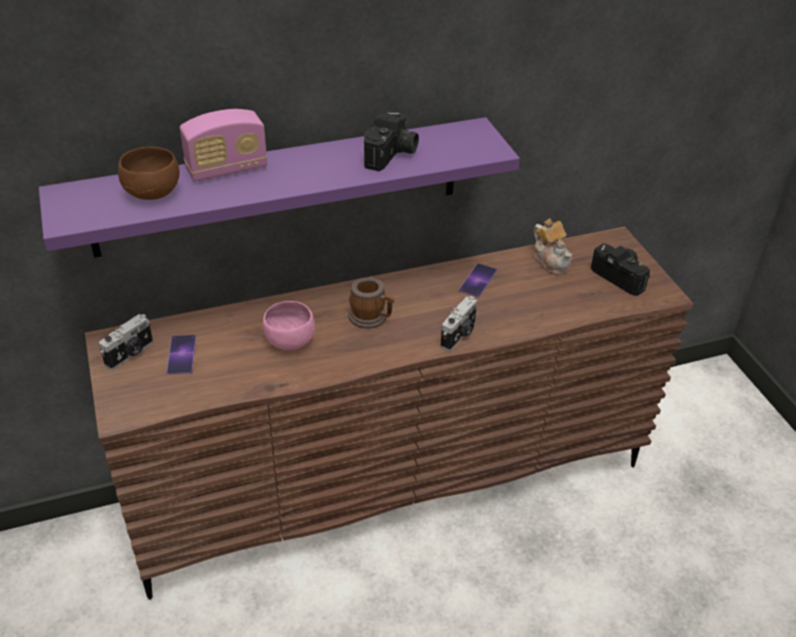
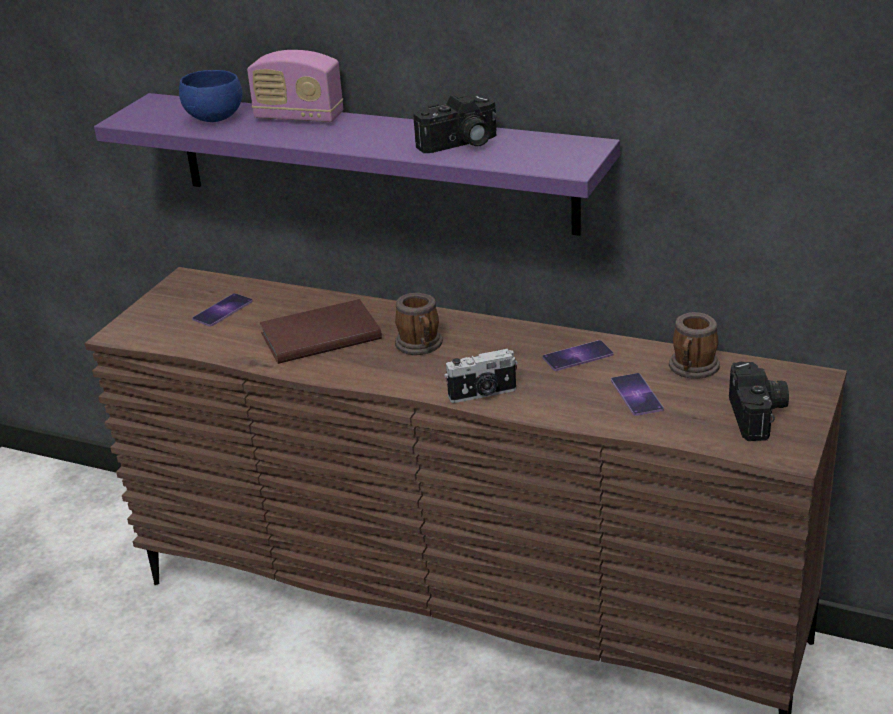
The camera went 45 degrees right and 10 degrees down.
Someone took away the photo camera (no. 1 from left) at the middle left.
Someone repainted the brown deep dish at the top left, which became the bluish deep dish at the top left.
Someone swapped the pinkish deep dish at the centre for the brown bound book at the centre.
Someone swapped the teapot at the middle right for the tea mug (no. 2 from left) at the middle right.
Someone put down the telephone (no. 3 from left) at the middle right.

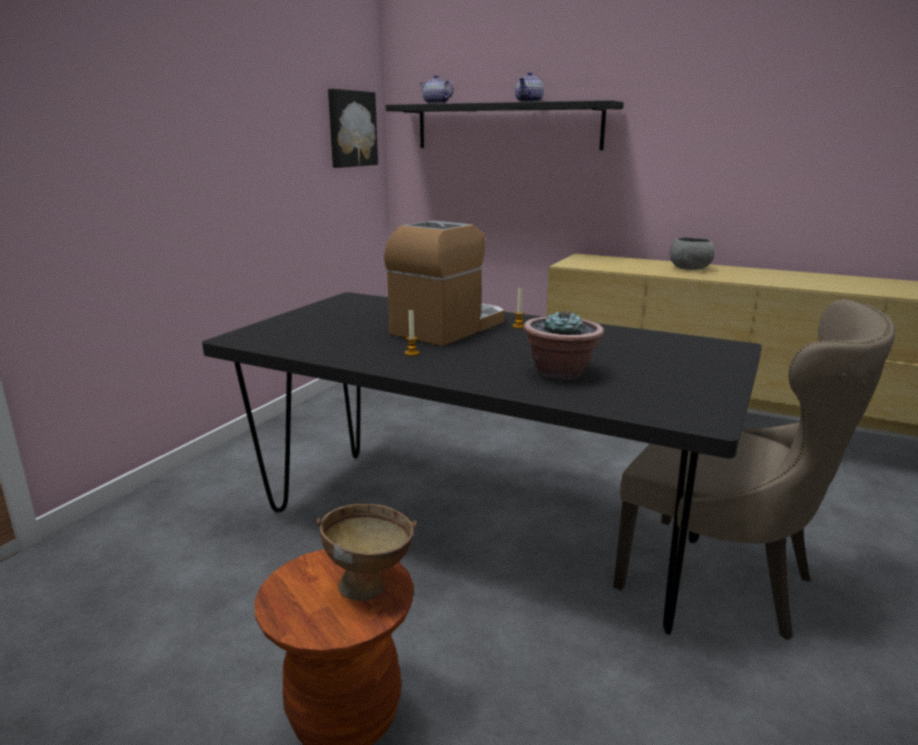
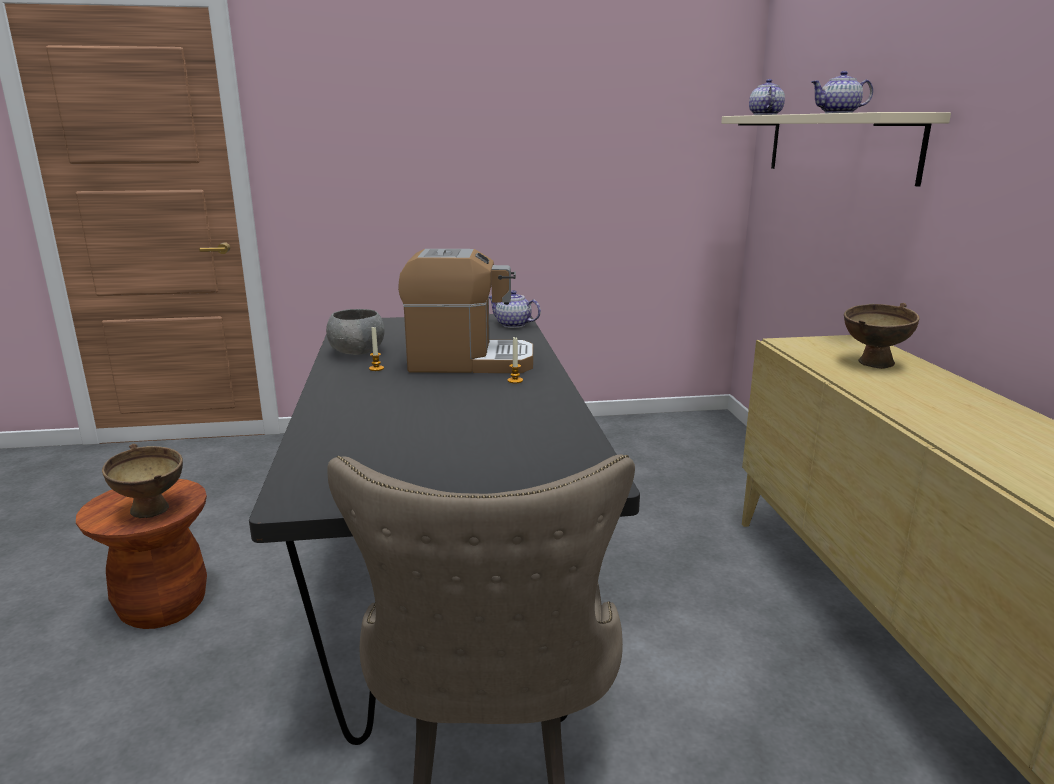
The camera went 55 degrees right and 0 degrees up.
Someone took away the picture at the top centre.
Someone repainted the black shelf at the top centre, which became the sand-coloured shelf at the top right.
Someone took away the houseplant at the centre.
Someone carried the gray deep dish from the middle right to the centre.
Someone put down the teapot (no. 1 from left) at the centre.
Someone put down the brown deep dish (no. 2 from left) at the middle right.

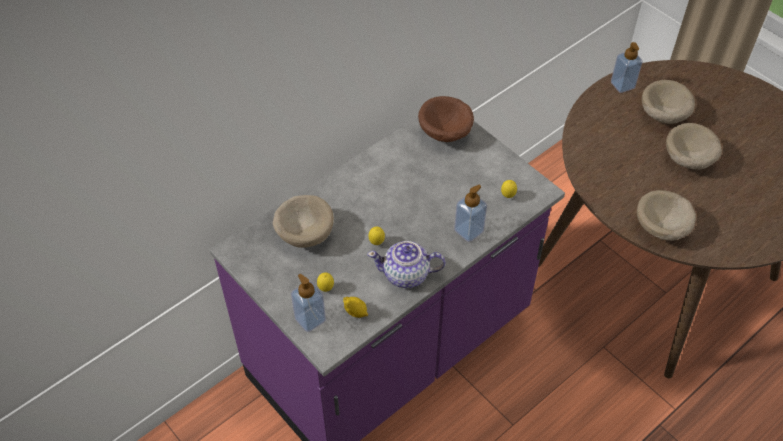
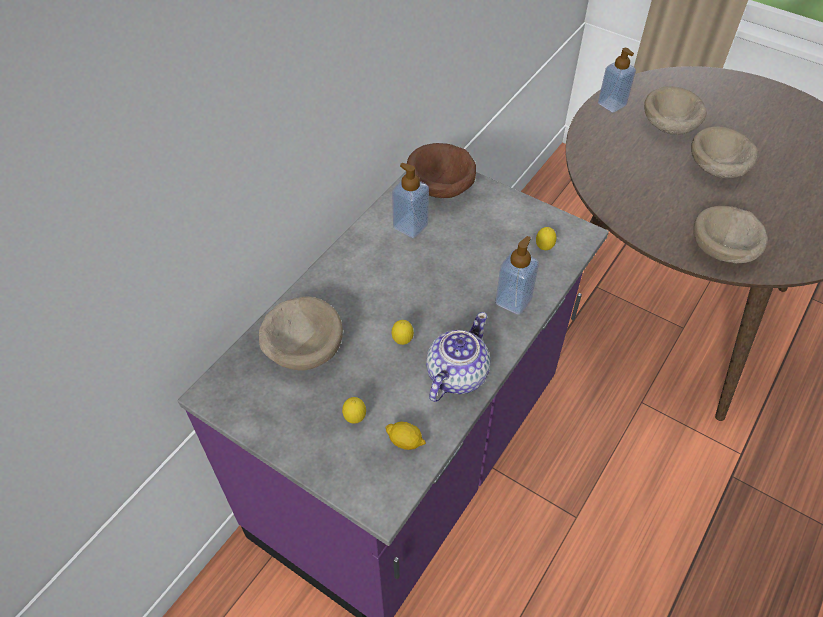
The camera went 15 degrees left and 0 degrees up.
Someone carried the soap bottle (no. 1 from left) from the bottom centre to the top centre.
Someone rotated the teapot at the centre by 135 degrees clockwise.

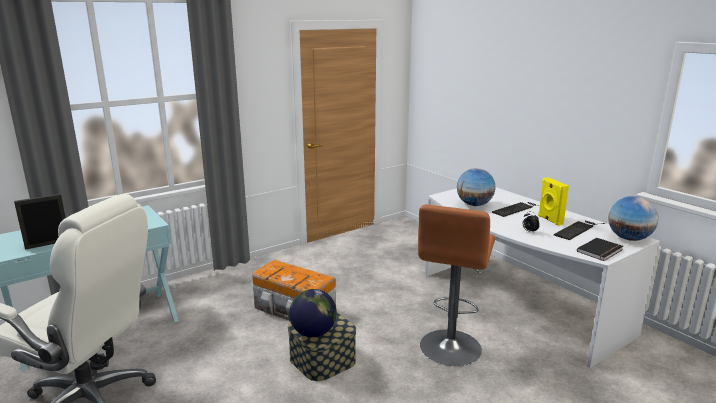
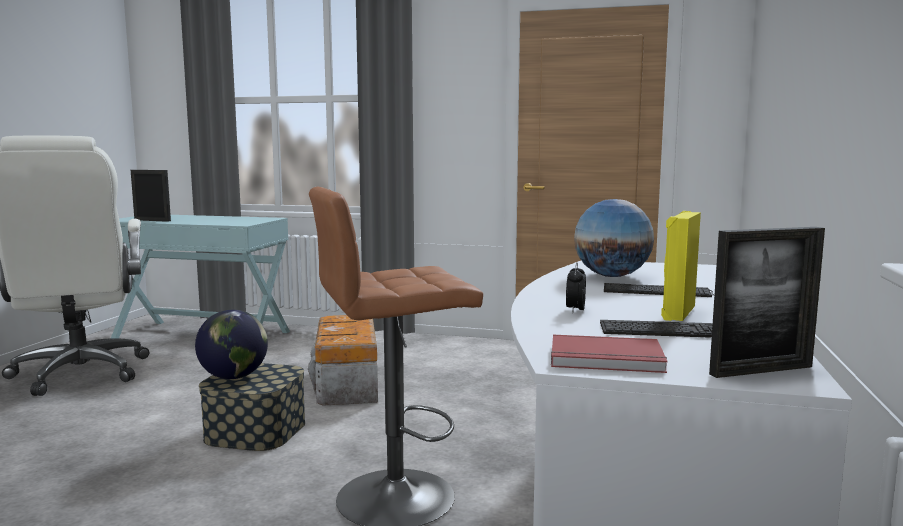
The camera went 50 degrees right and 10 degrees down.
Someone repainted the black bound book at the middle right, which became the red-coloured bound book at the bottom right.
Someone swapped the globe (no. 3 from left) at the middle right for the picture frame (no. 2 from left) at the middle right.

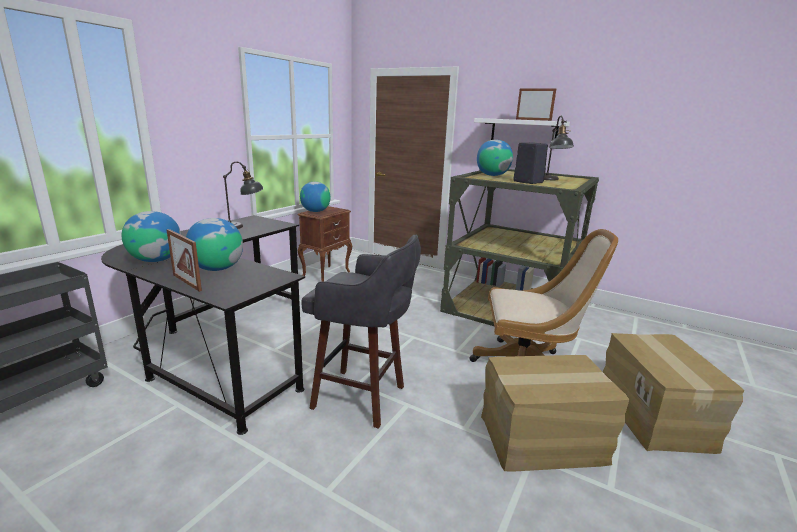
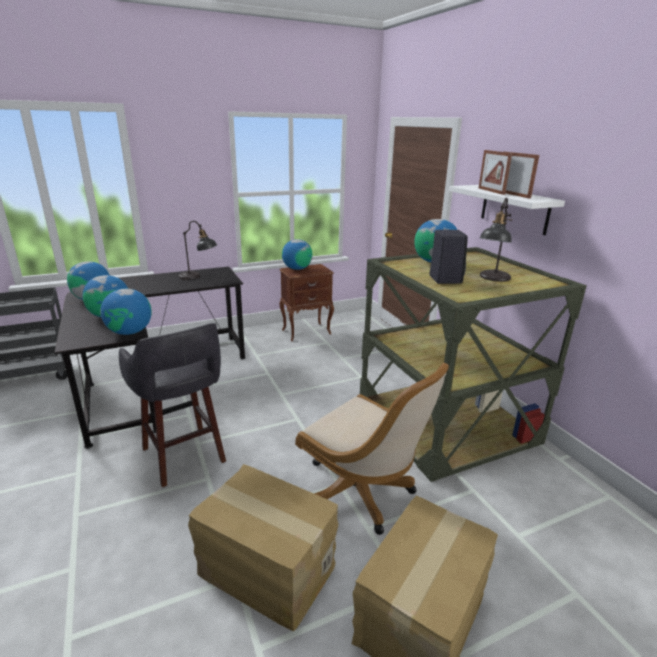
The camera went 35 degrees right and 5 degrees up.
Someone carried the picture frame (no. 1 from left) from the middle left to the top right.
Someone put down the globe (no. 3 from left) at the middle left.

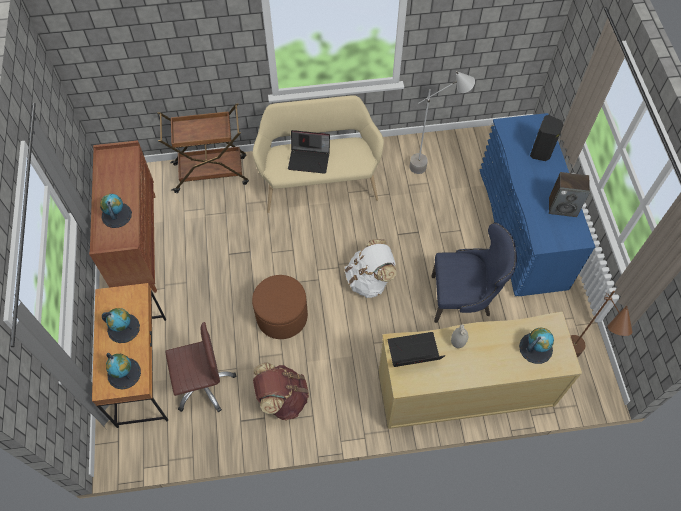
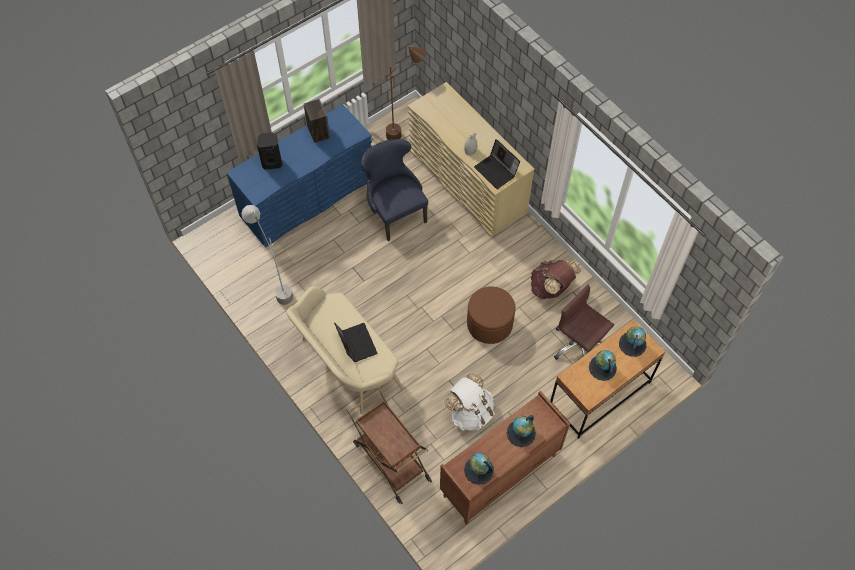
The camera went 120 degrees left and 0 degrees up.
Someone carried the whitish rucksack from the centre to the bottom centre.
Someone carried the globe (no. 4 from left in the first image) from the bottom right to the bottom centre.

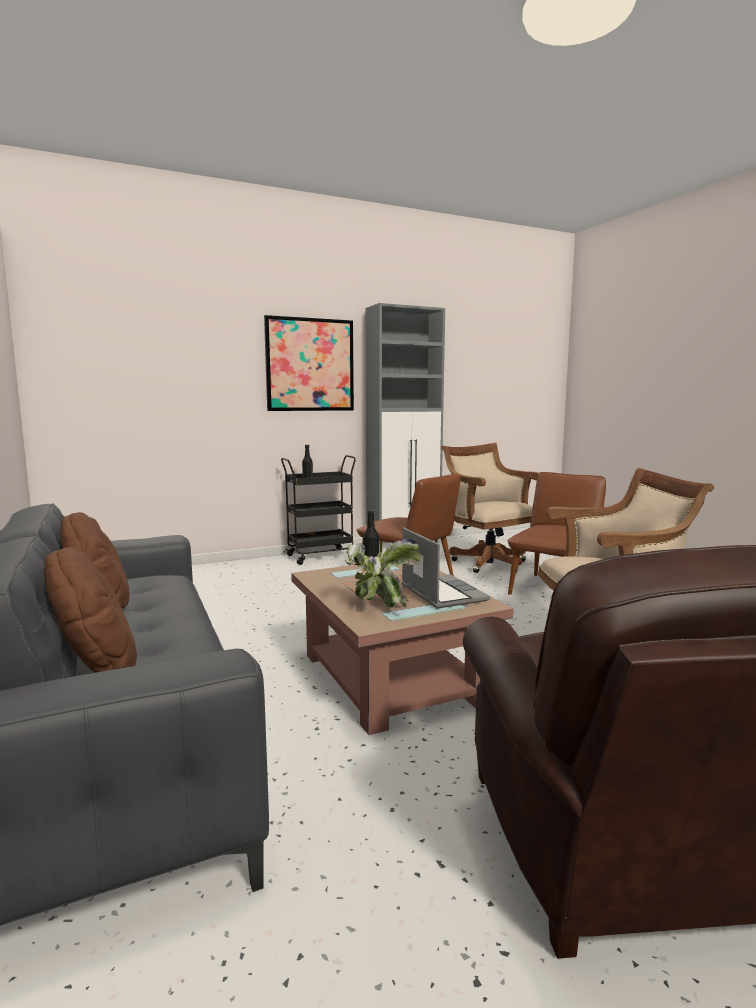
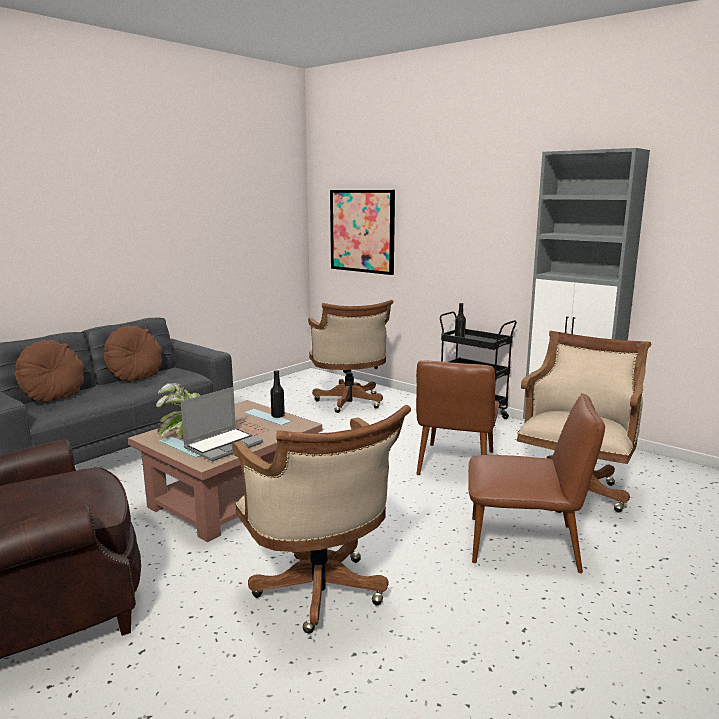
The camera went 65 degrees right and 5 degrees up.
Someone carried the picture from the centre to the top centre.
Someone put down the office chair (no. 2 from left) at the centre.

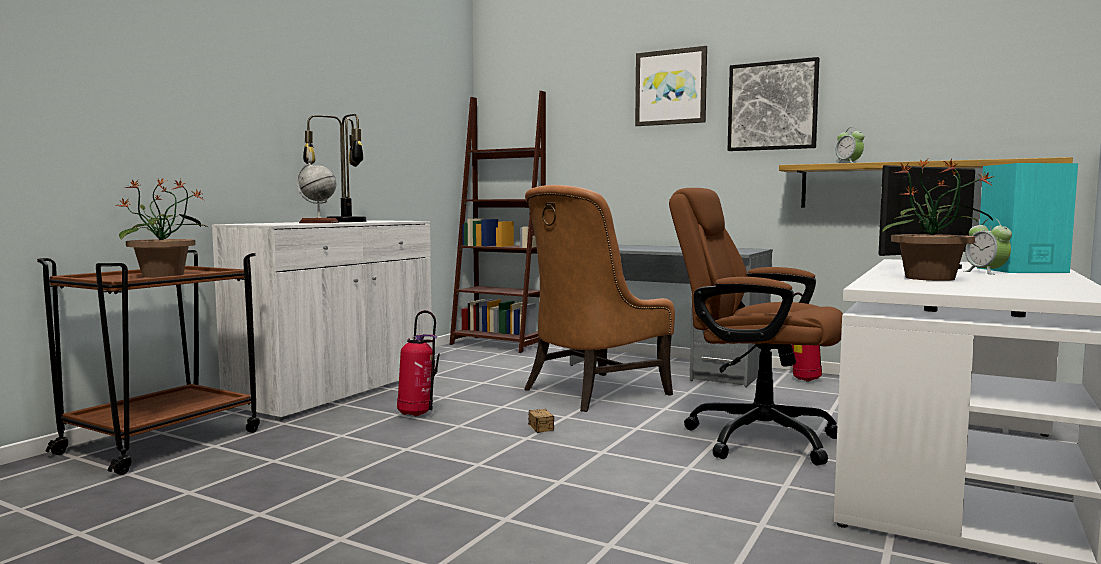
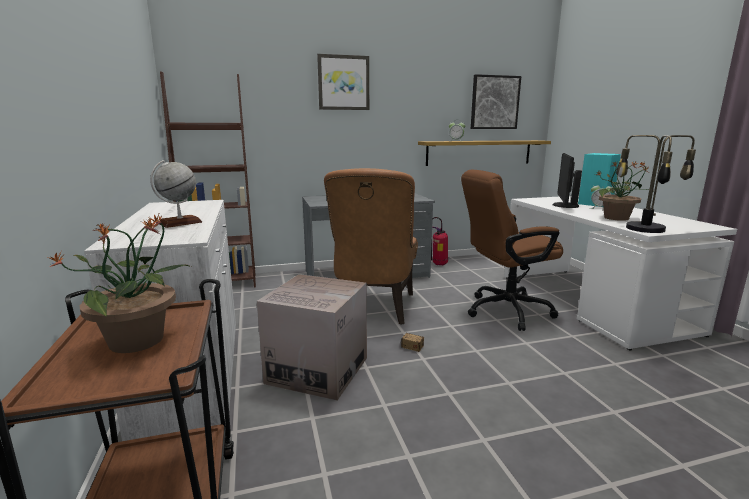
The camera went 45 degrees left and 10 degrees up.
Someone carried the lamp for a table from the top left to the middle right.
Someone swapped the extinguisher (no. 1 from left) at the centre for the carton at the bottom centre.
Someone carried the picture (no. 2 from left) from the top right to the top centre.

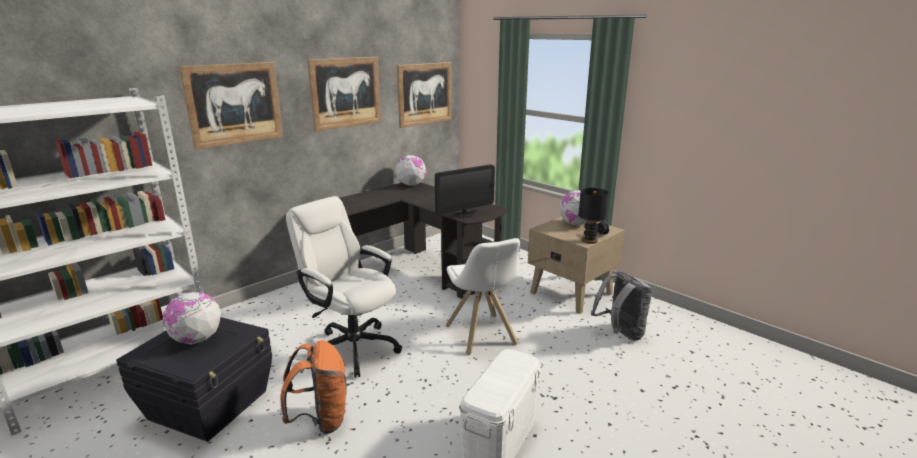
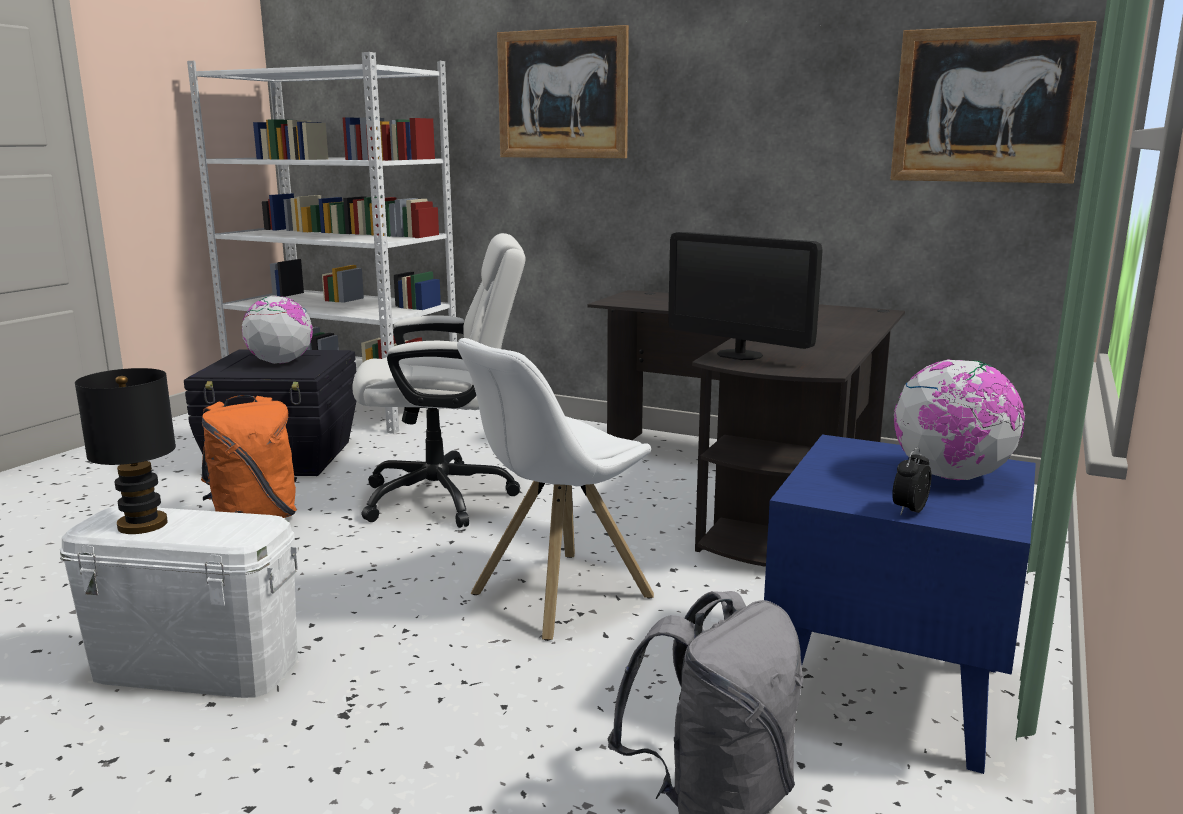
The camera went 70 degrees right and 5 degrees down.
Someone rotated the whitish office chair at the centre by 60 degrees clockwise.
Someone took away the picture (no. 2 from left) at the top centre.
Someone took away the globe (no. 2 from left) at the centre.
Someone repainted the sand-coloured bedside table at the centre, which became the bluish bedside table at the bottom right.
Someone carried the black lamp for a table from the centre to the middle left.

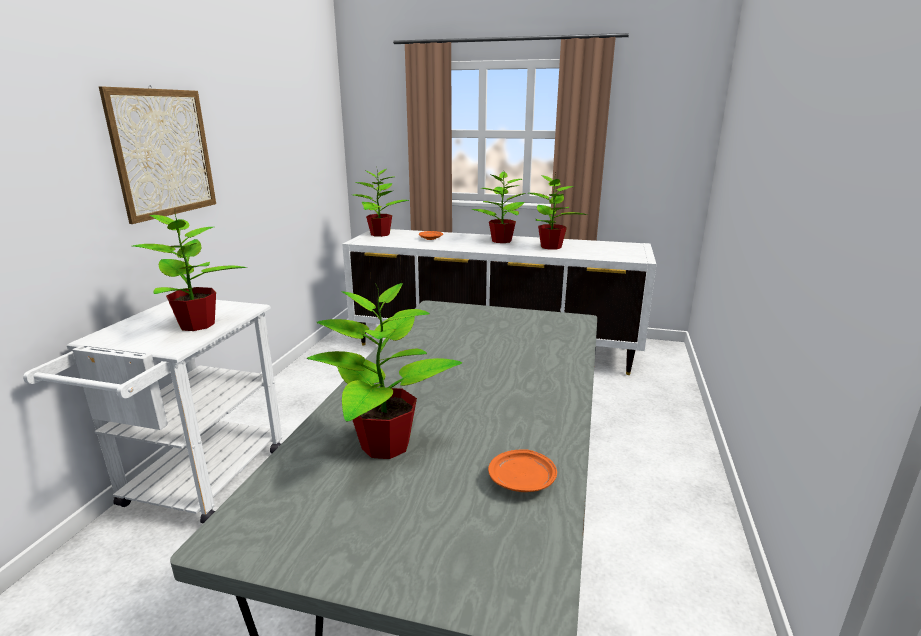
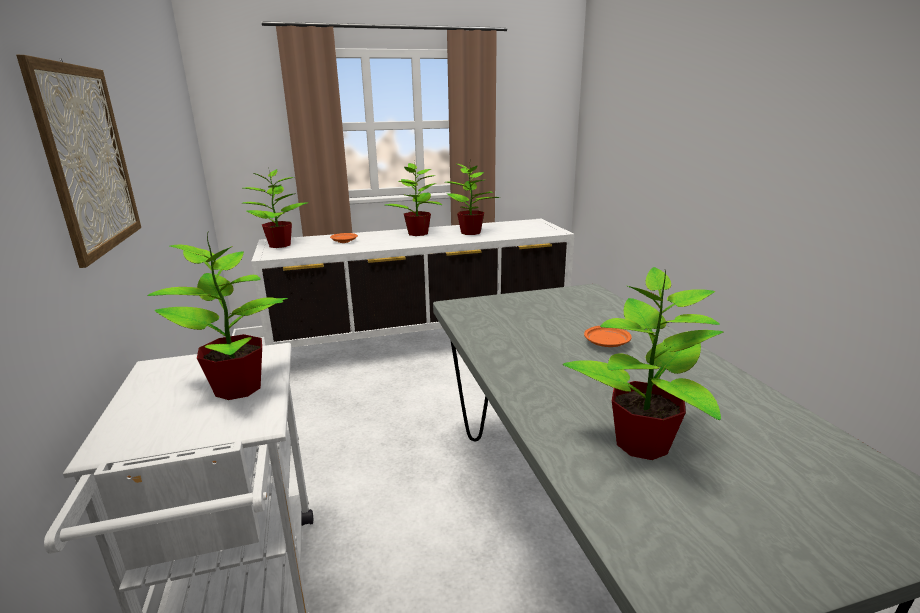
The camera went 30 degrees left and 0 degrees up.
Someone carried the orangey plate (no. 2 from left) from the bottom centre to the centre.

